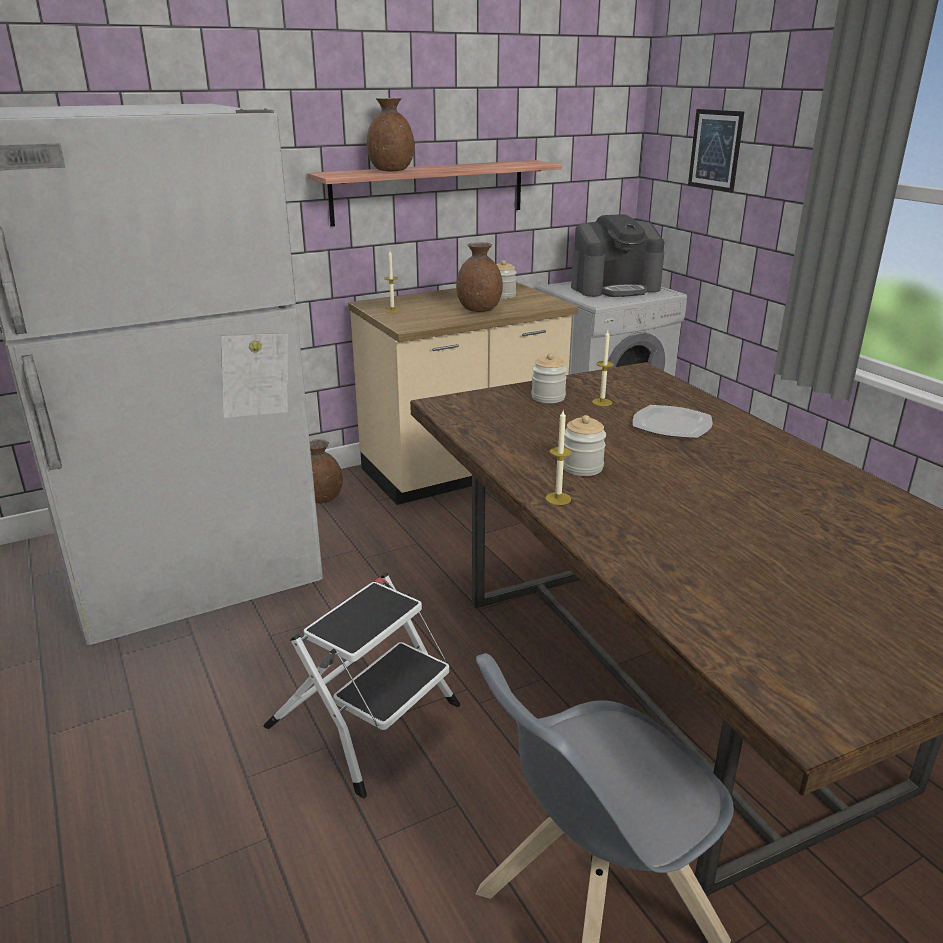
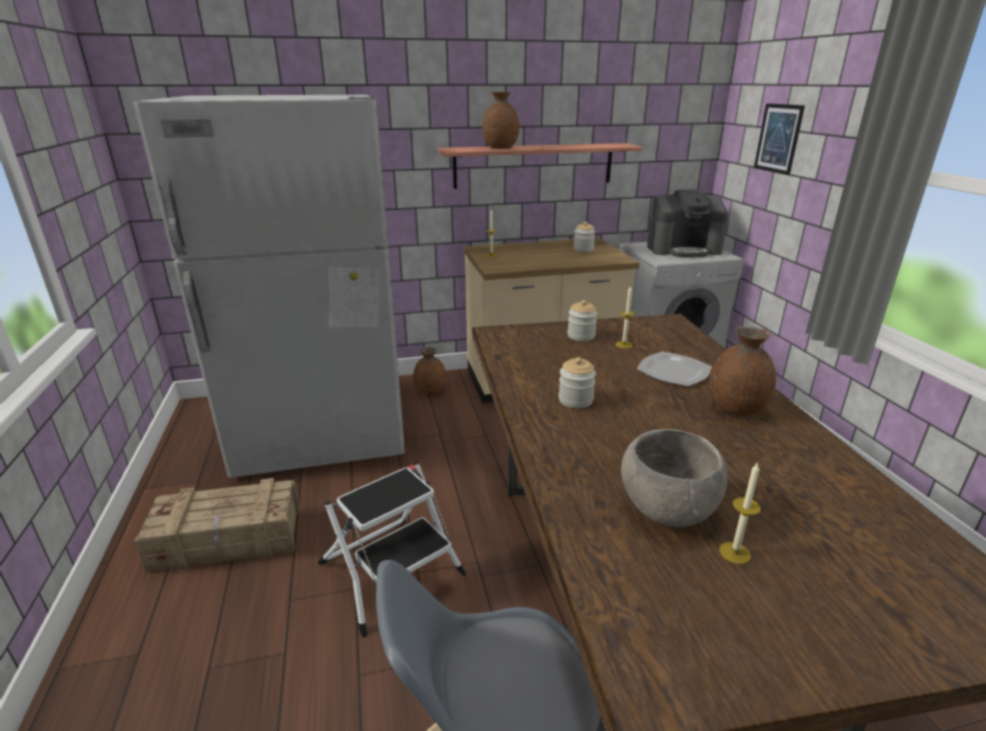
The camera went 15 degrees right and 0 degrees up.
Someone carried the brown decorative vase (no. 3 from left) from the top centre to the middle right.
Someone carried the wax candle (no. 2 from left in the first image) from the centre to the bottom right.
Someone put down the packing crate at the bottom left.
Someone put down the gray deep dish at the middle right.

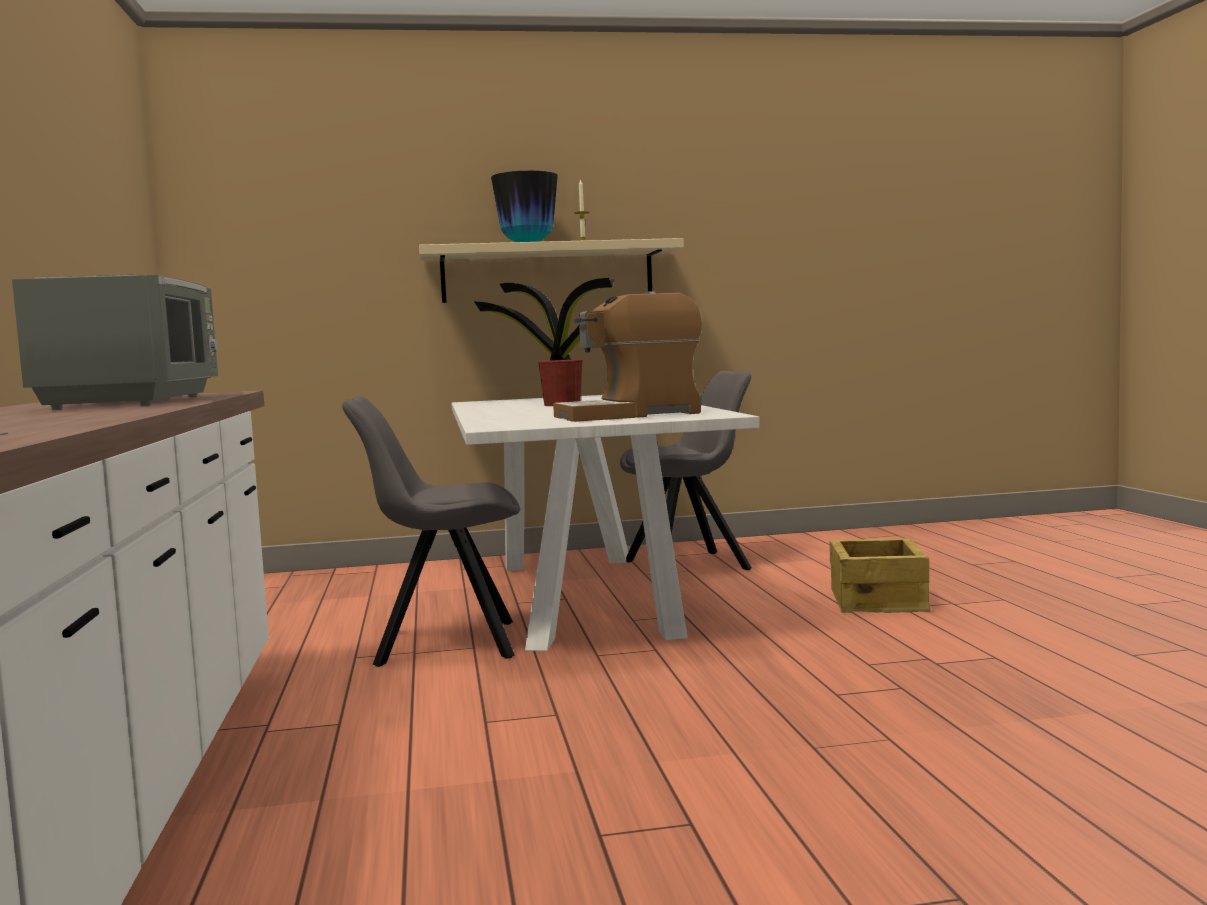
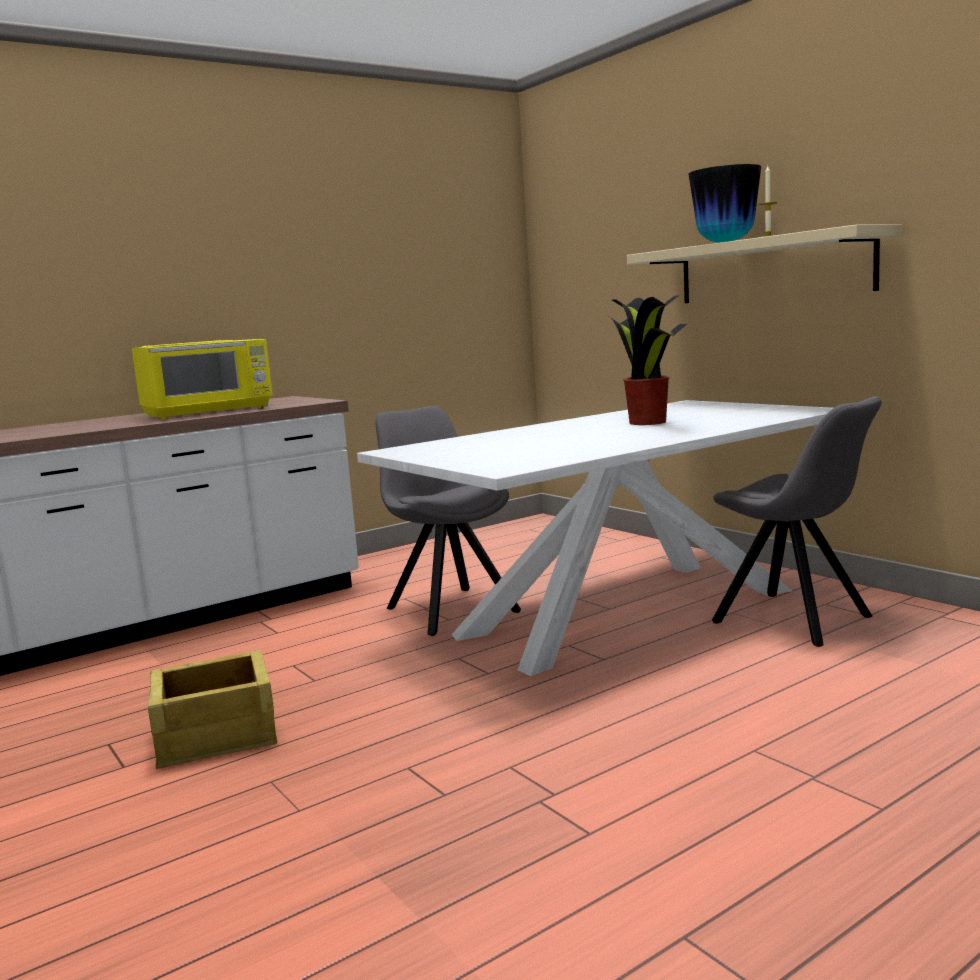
The camera went 65 degrees right and 5 degrees up.
Someone repainted the gray kitchen microwave at the middle left, which became the yellow-coloured kitchen microwave at the middle left.
Someone took away the coffee brewer at the centre.
Someone carried the packing crate from the middle right to the bottom left.

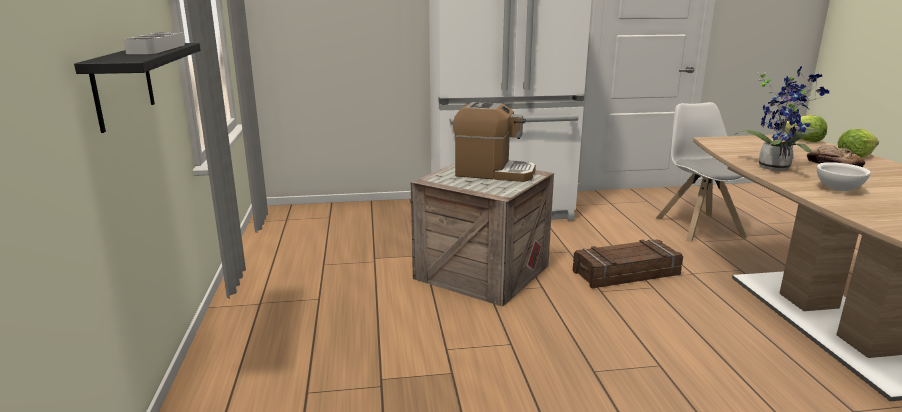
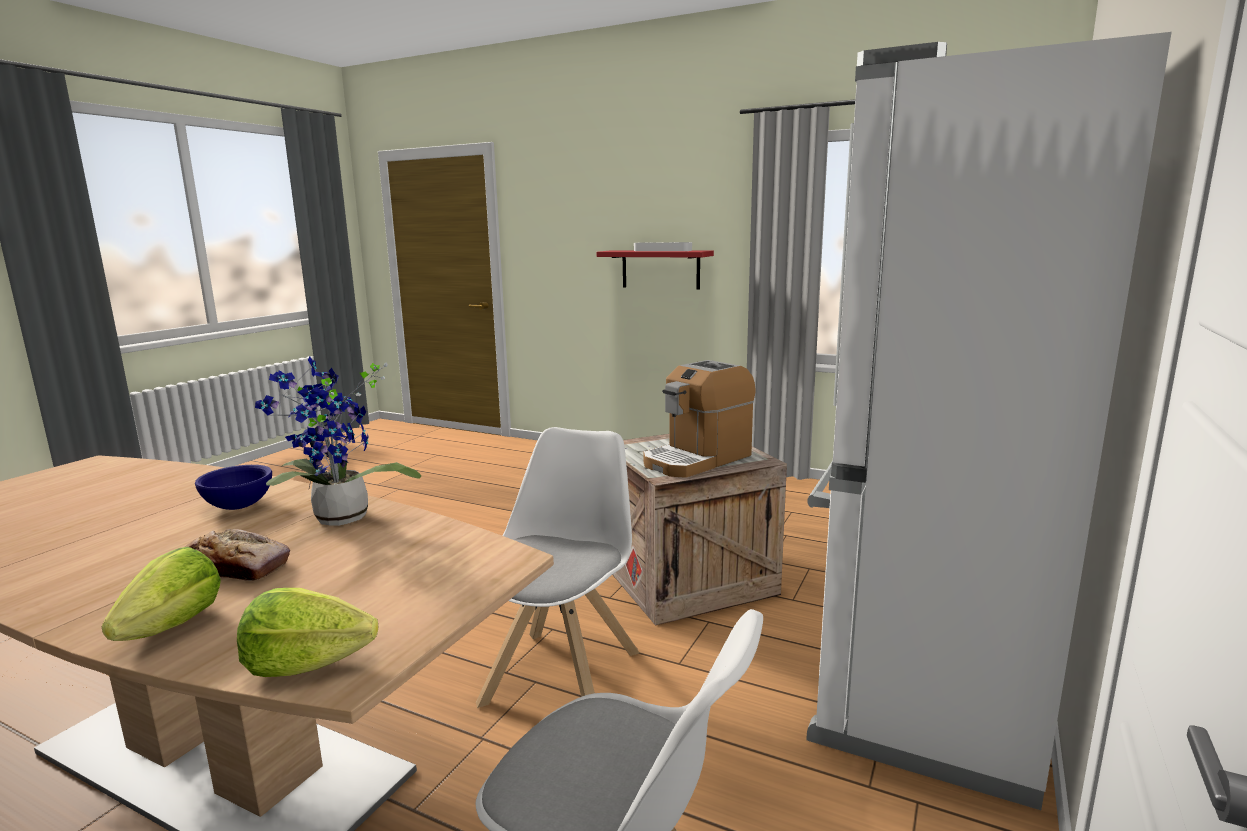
The camera went 125 degrees right and 5 degrees down.
Someone repainted the black shelf at the top left, which became the red-coloured shelf at the top centre.
Someone swapped the packing crate (no. 2 from left) at the middle right for the plain chair (no. 1 from left) at the bottom centre.
Someone repainted the whitish deep dish at the middle right, which became the bluish deep dish at the middle left.

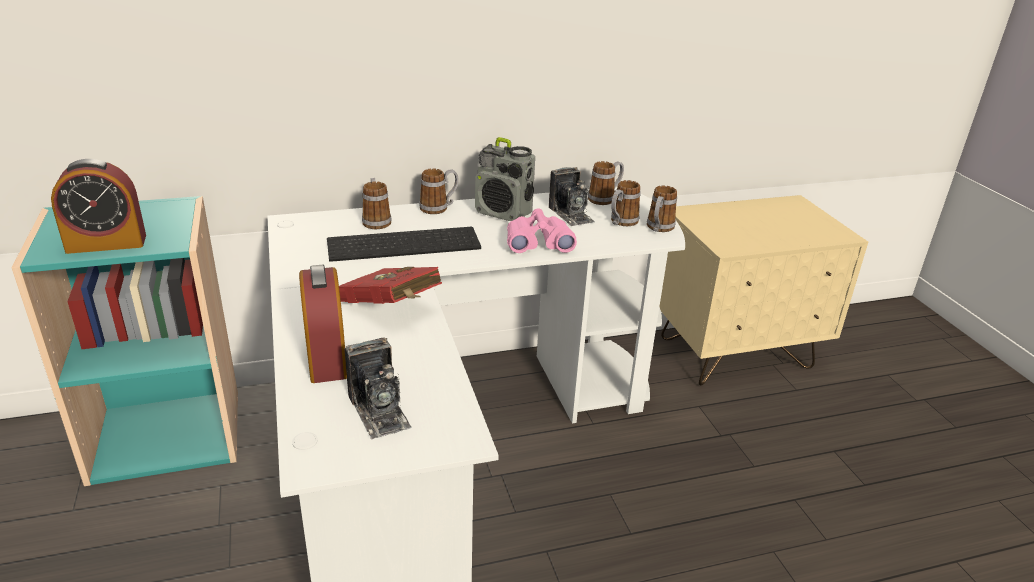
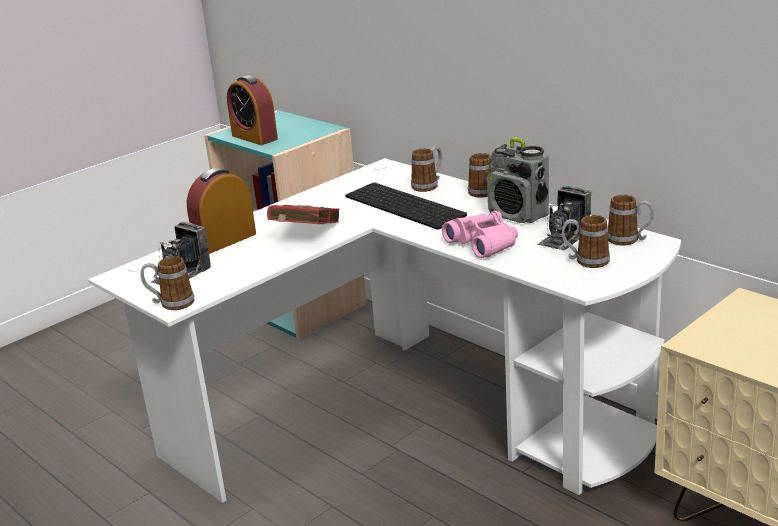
The camera went 65 degrees right and 5 degrees down.
Someone rotated the radio receiver at the top centre by 45 degrees counterclockwise.
Someone carried the tea mug (no. 5 from left in the first image) from the centre to the middle left.

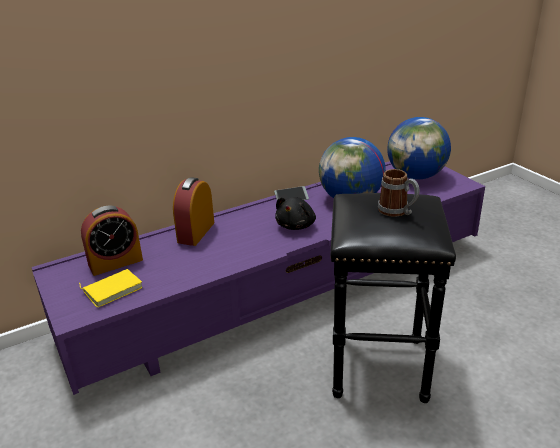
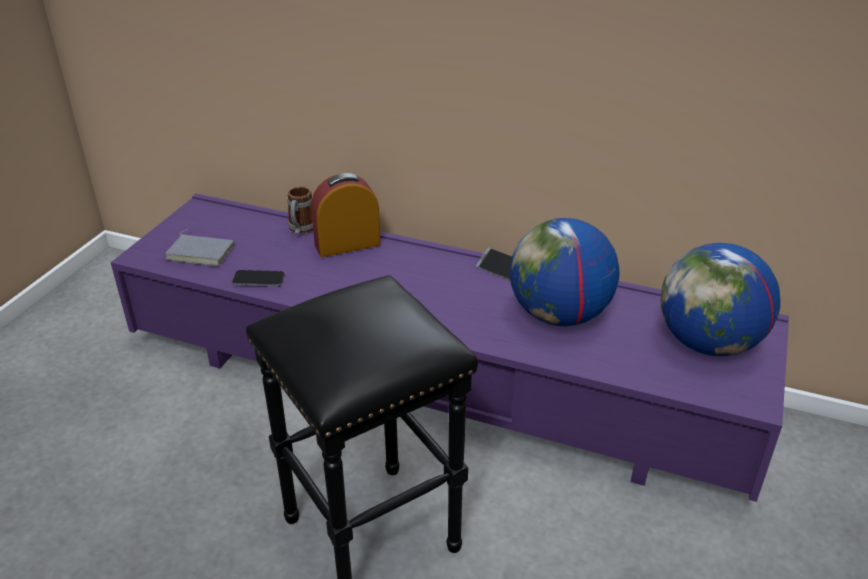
The camera went 50 degrees right and 5 degrees up.
Someone repainted the yellow-coloured bound book at the middle left, which became the gray bound book at the middle left.
Someone took away the table clock (no. 1 from left) at the middle left.
Someone took away the black plush toy at the centre.
Someone carried the tea mug from the middle right to the centre.
Someone put down the telephone (no. 1 from left) at the middle left.

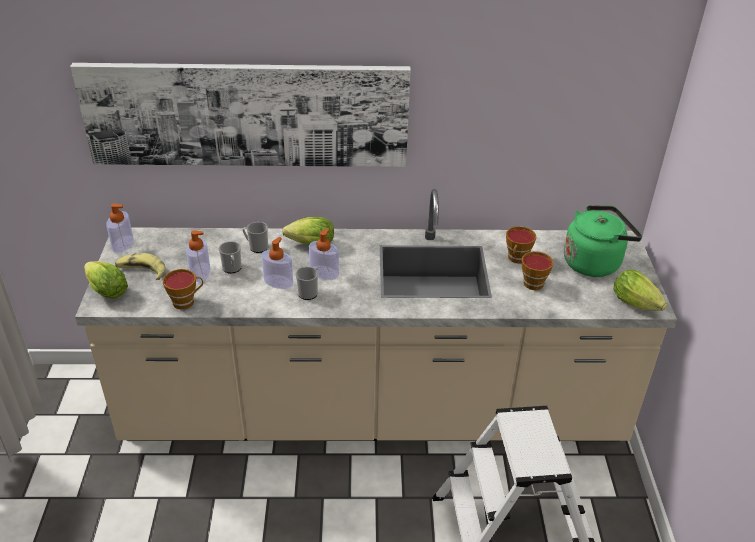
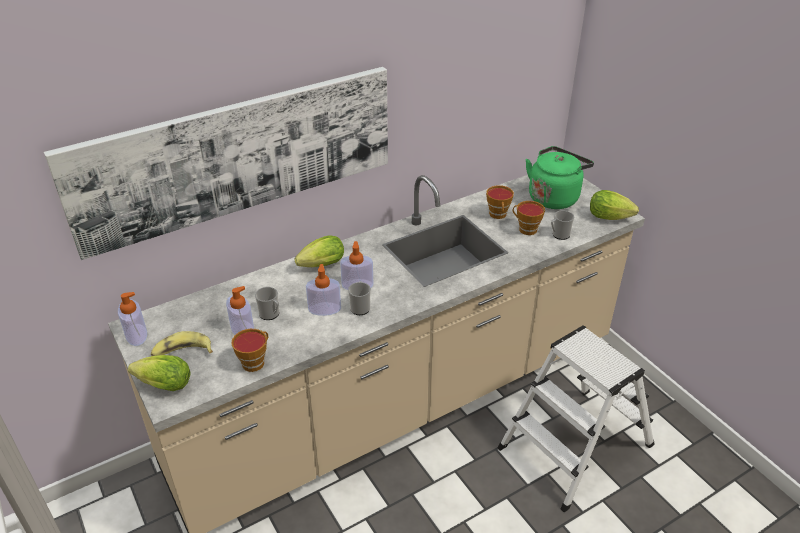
The camera went 30 degrees left and 0 degrees up.
Someone carried the tea mug (no. 2 from left in the first image) from the centre to the middle right.

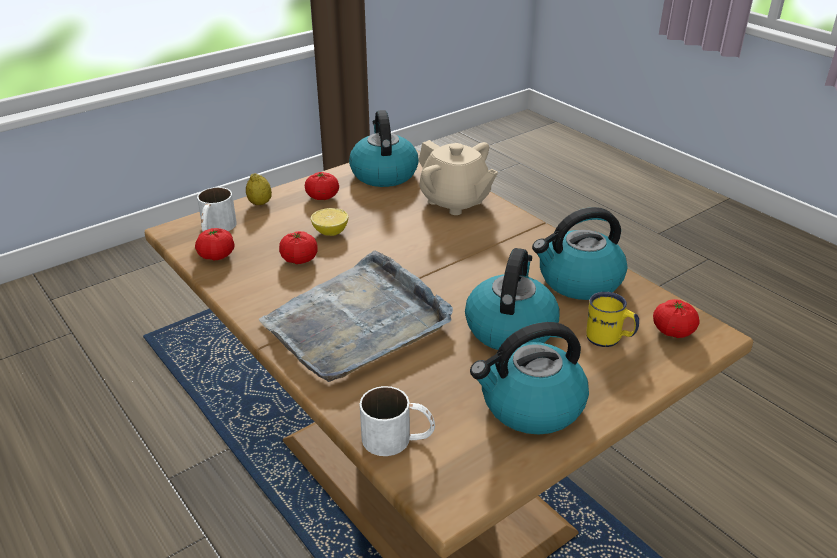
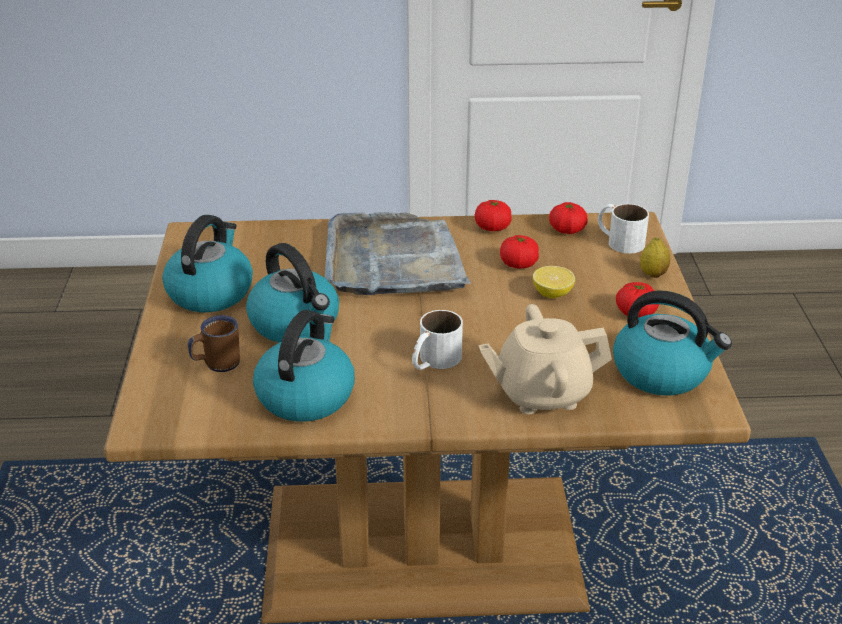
The camera went 125 degrees right and 0 degrees up.
Someone carried the whitish tea mug (no. 2 from left in the first image) from the bottom centre to the centre.
Someone repainted the yellow-coloured tea mug at the middle right, which became the brown tea mug at the middle left.
Someone carried the fresh tomato (no. 4 from left in the first image) from the middle right to the centre.

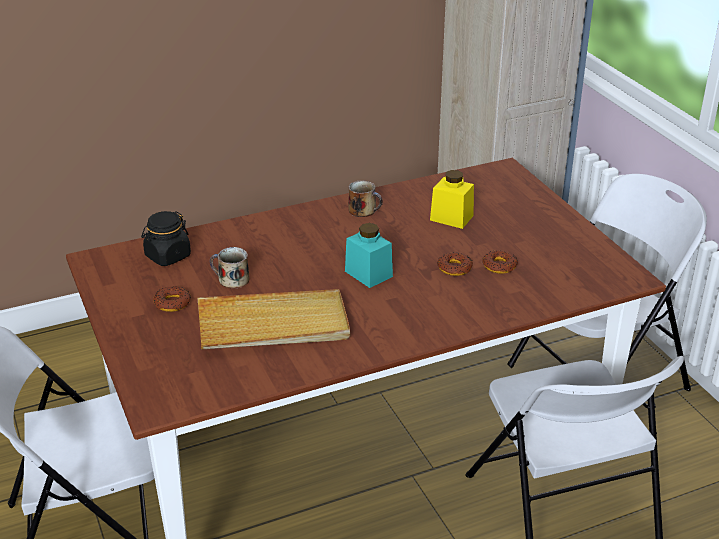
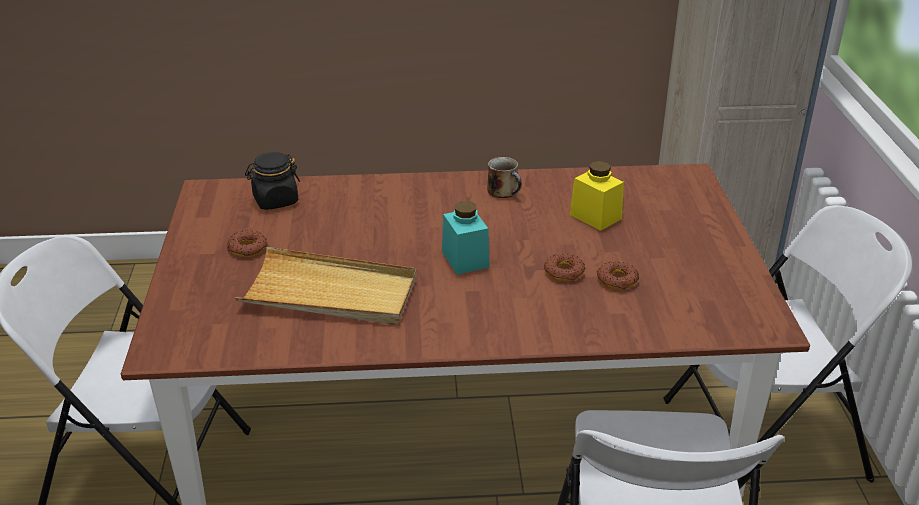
The camera went 20 degrees right and 0 degrees up.
Someone took away the tea mug (no. 1 from left) at the middle left.

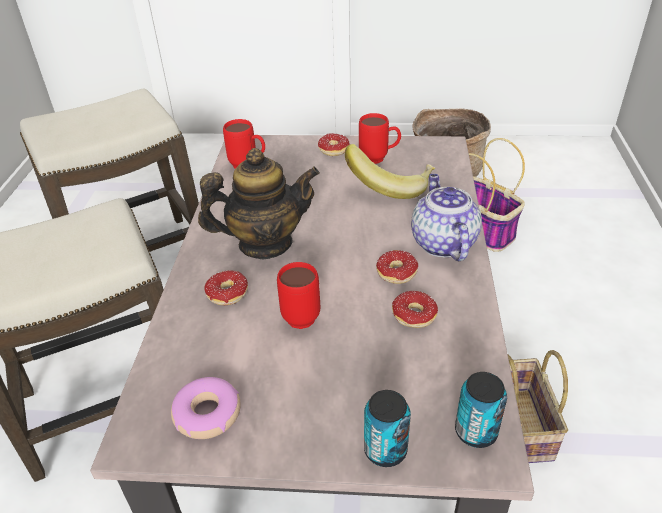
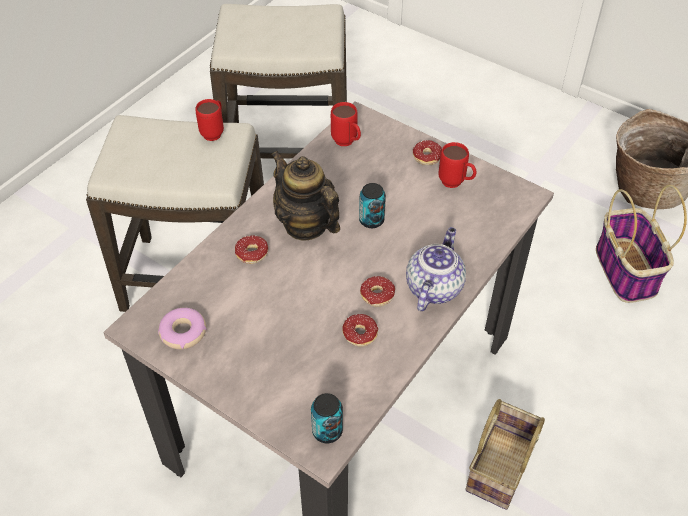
The camera went 30 degrees right and 10 degrees up.
Someone rotated the teapot (no. 1 from left) at the centre by 150 degrees counterclockwise.
Someone carried the red-coloured tea mug (no. 2 from left in the first image) from the centre to the top left.
Someone took away the whole banana at the centre.
Someone carried the can (no. 1 from left in the first image) from the bottom centre to the centre.

